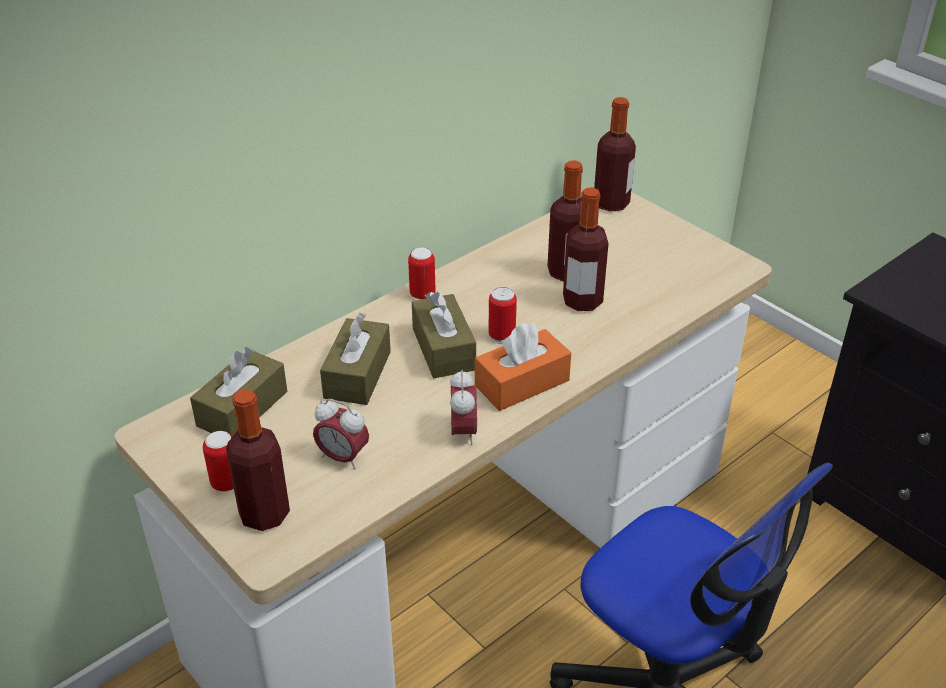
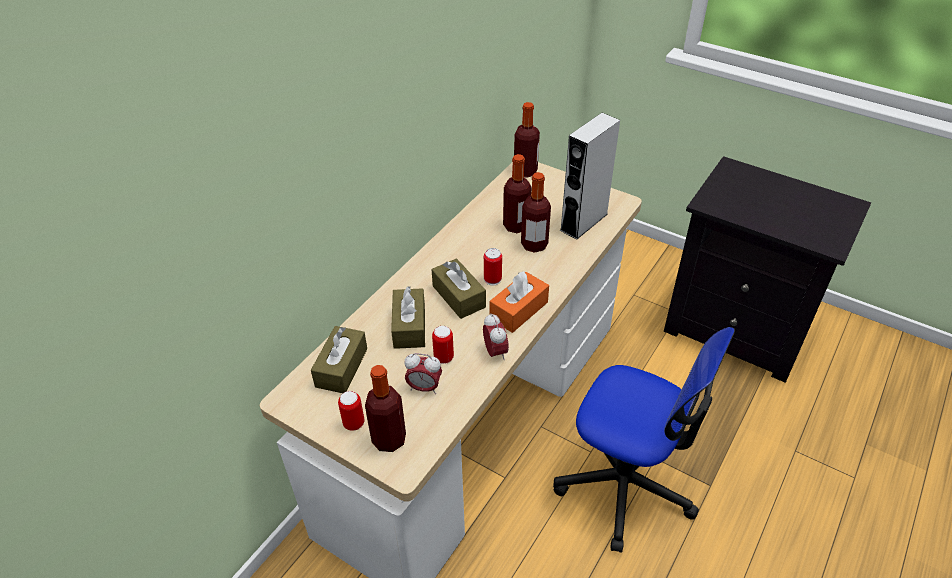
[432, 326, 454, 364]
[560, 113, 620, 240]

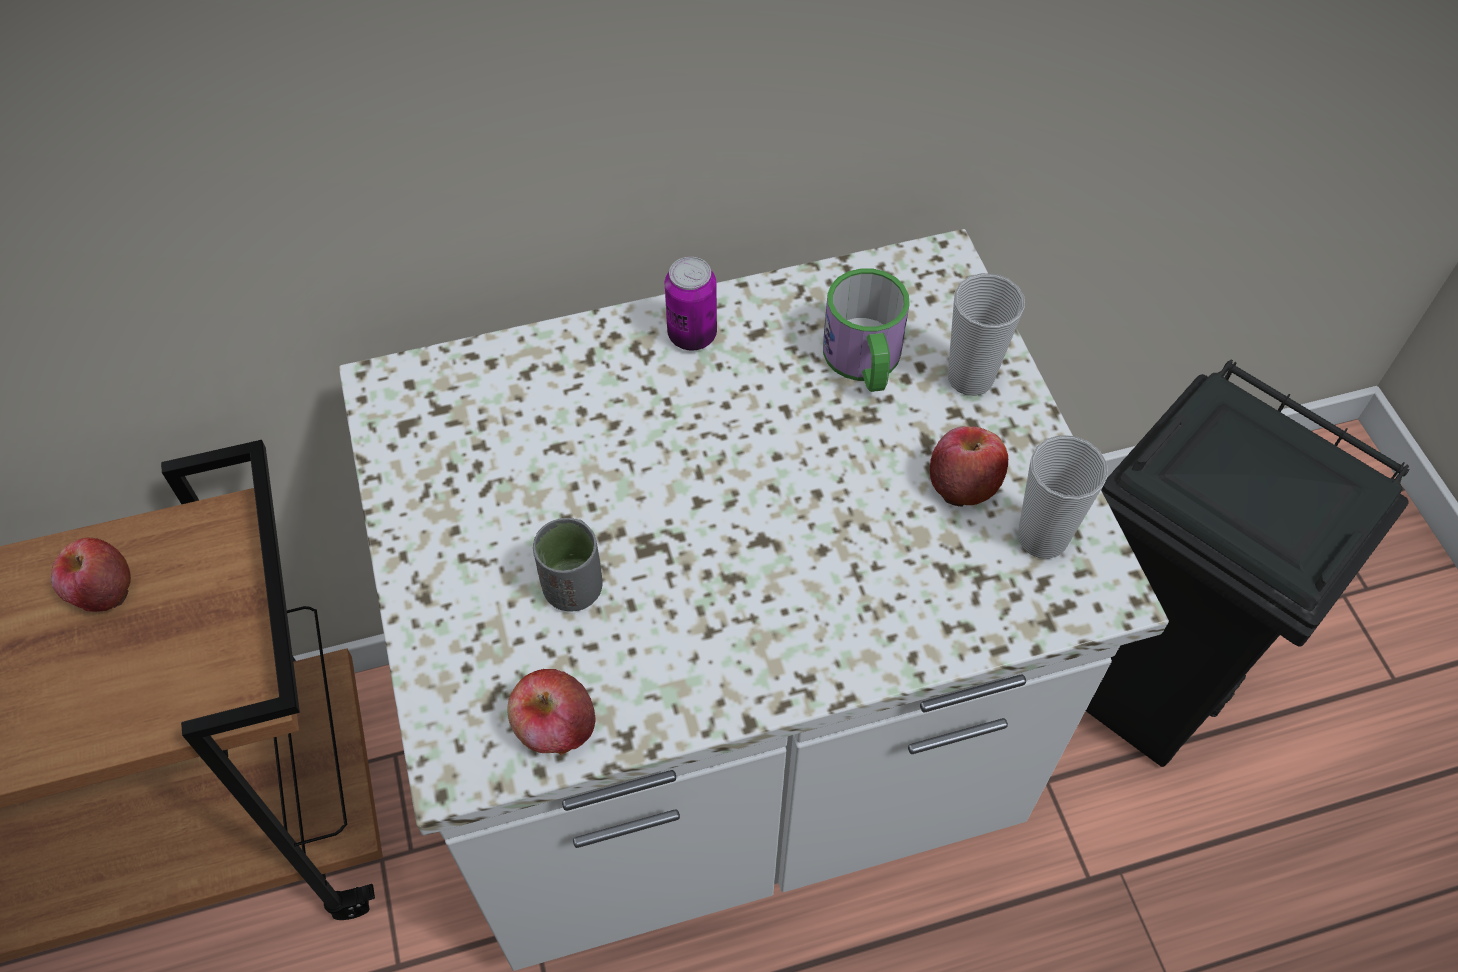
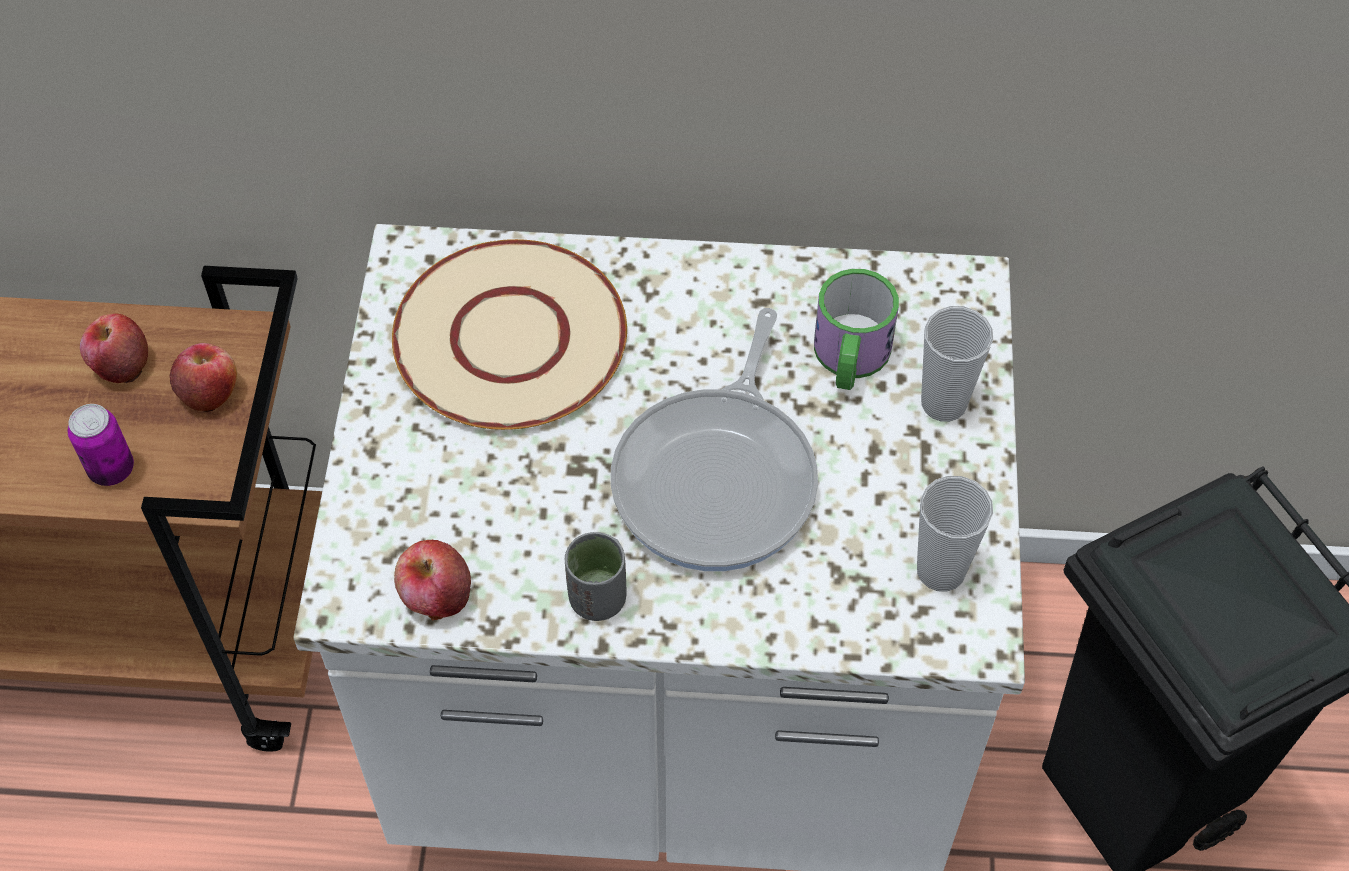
[565, 532, 627, 621]
[68, 404, 134, 486]
[170, 343, 237, 412]
[392, 239, 627, 430]
[610, 308, 818, 571]

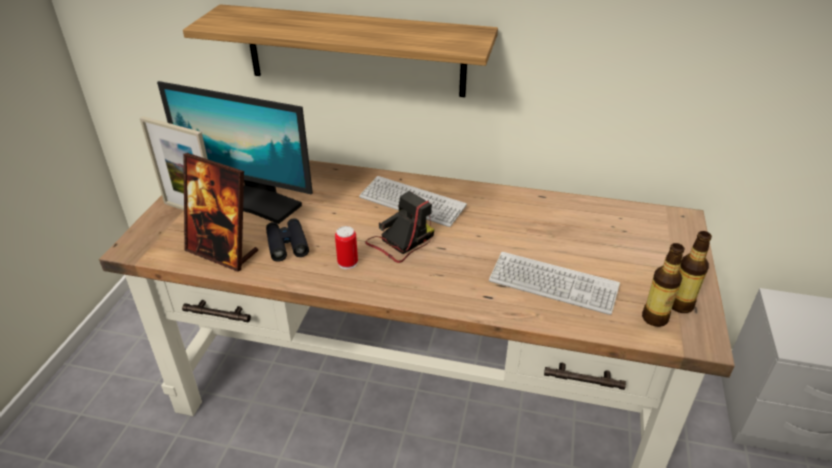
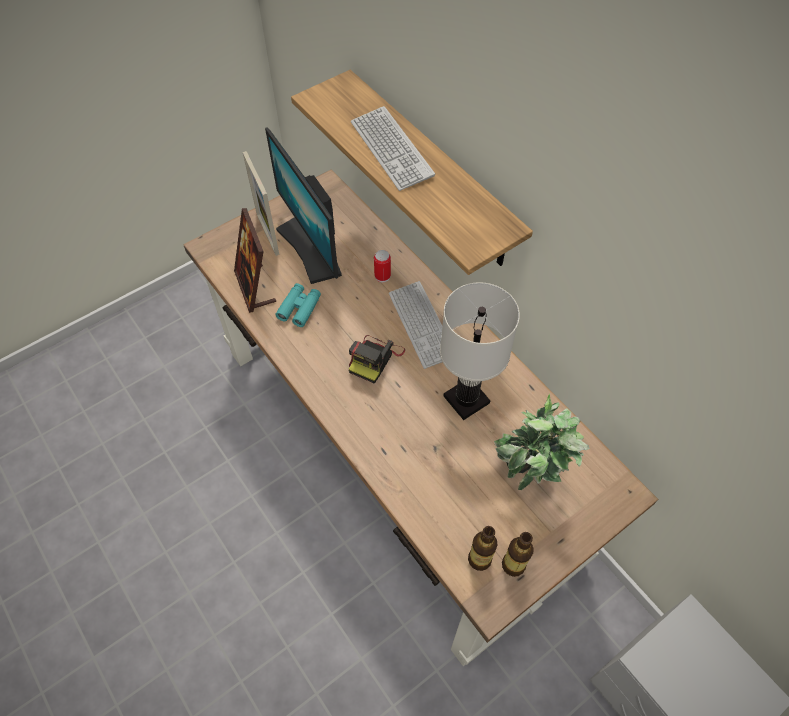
[275, 283, 321, 327]
[374, 250, 391, 282]
[349, 335, 405, 384]
[351, 106, 435, 191]
[440, 282, 520, 420]
[494, 394, 590, 490]

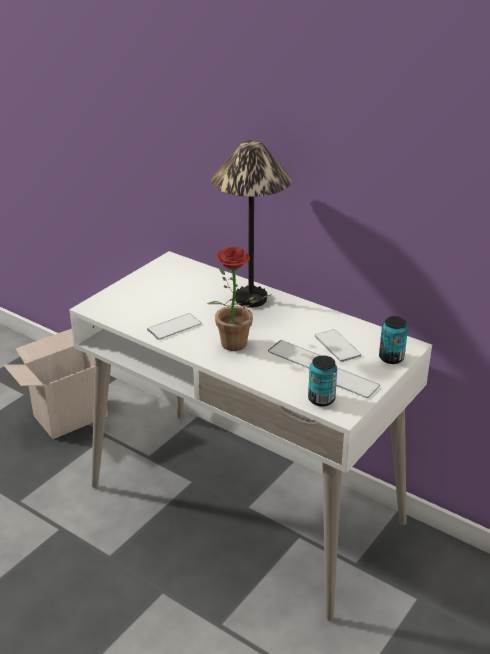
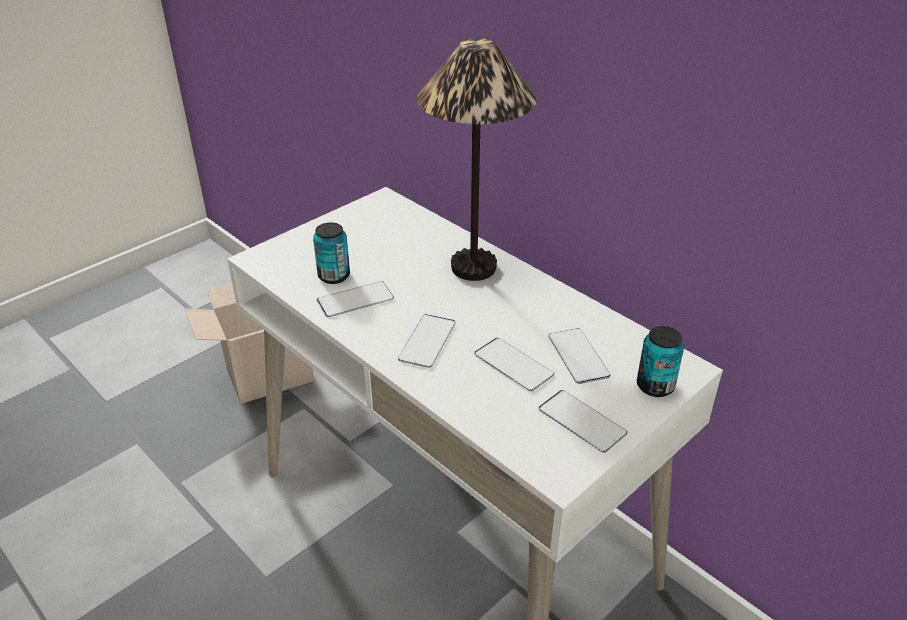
[398, 314, 456, 368]
[313, 222, 350, 284]

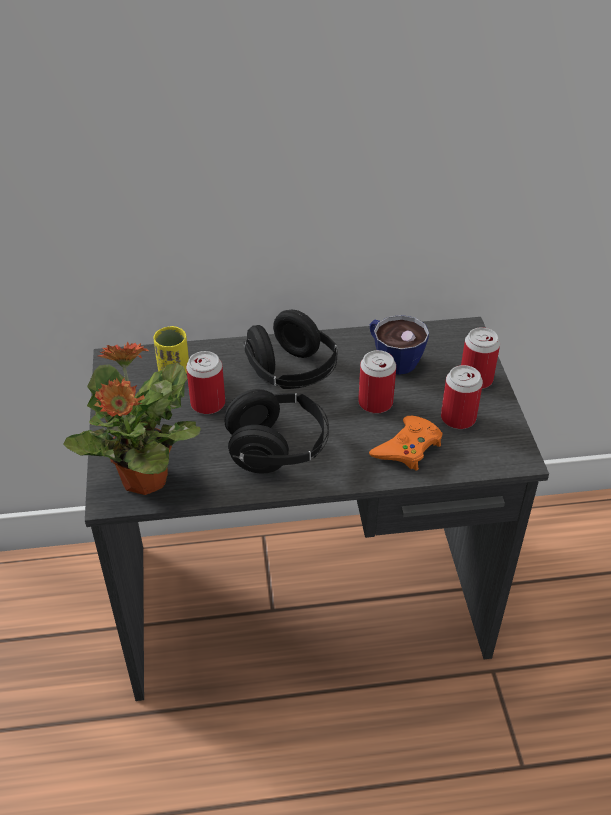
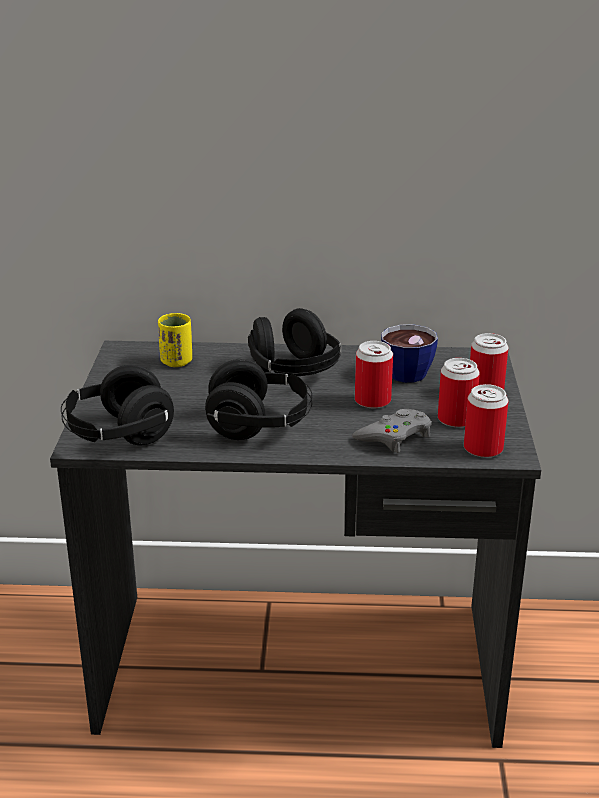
[61, 365, 174, 445]
[464, 384, 508, 457]
[352, 409, 432, 453]

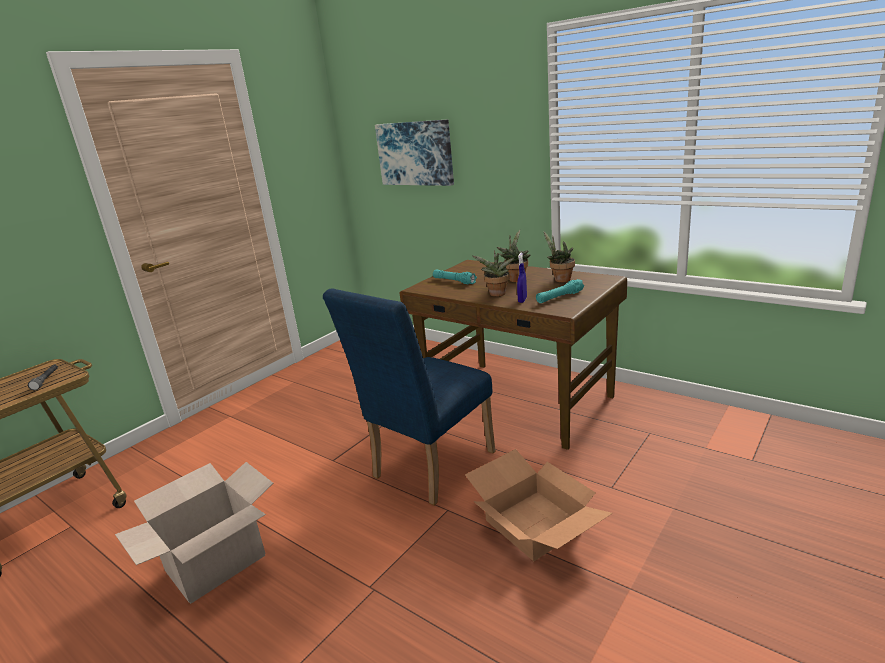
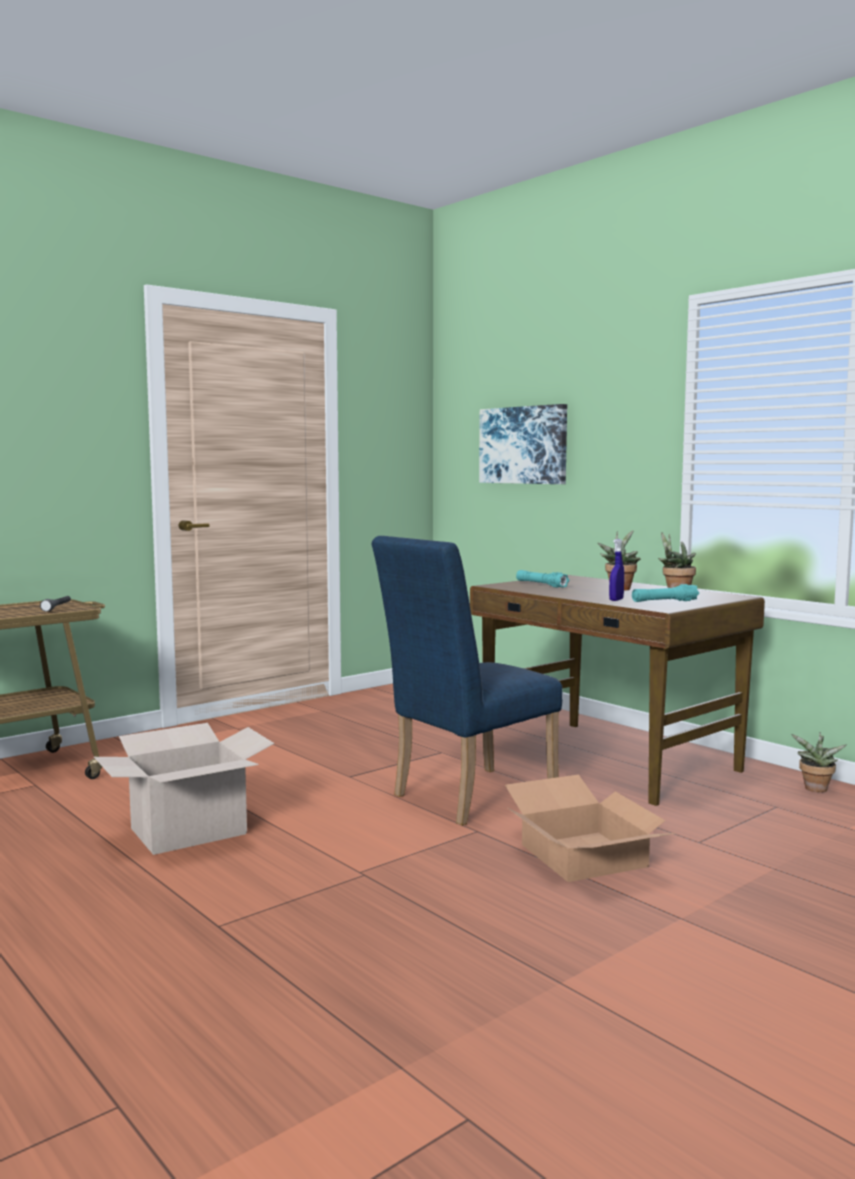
[791, 732, 846, 792]

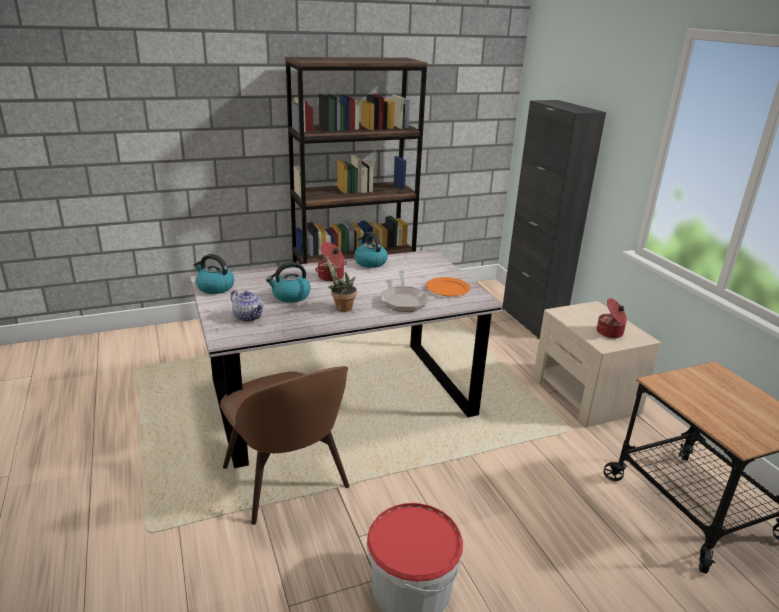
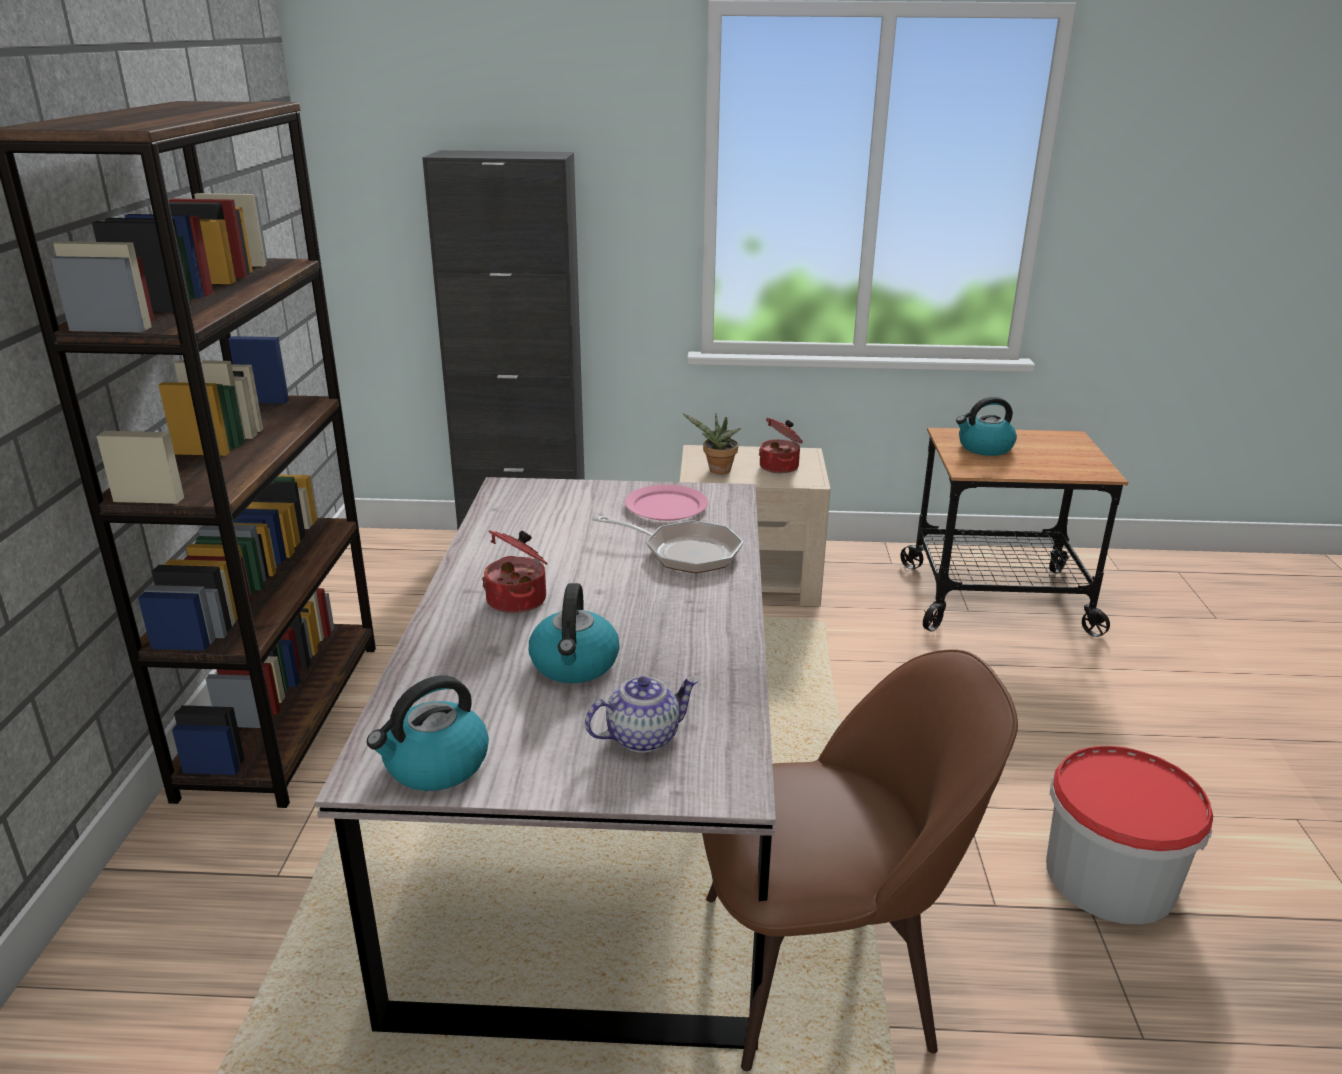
[683, 413, 741, 474]
[956, 397, 1017, 456]
[625, 485, 708, 521]

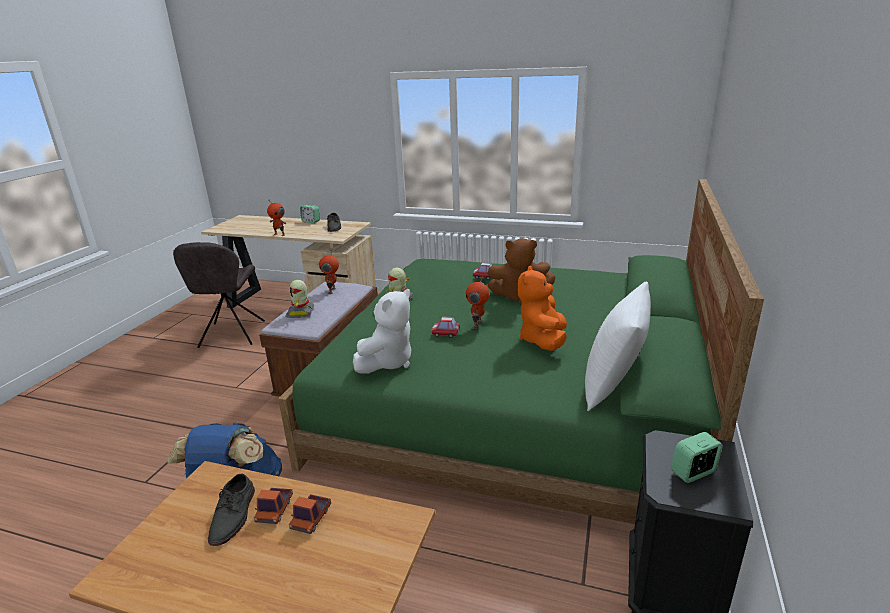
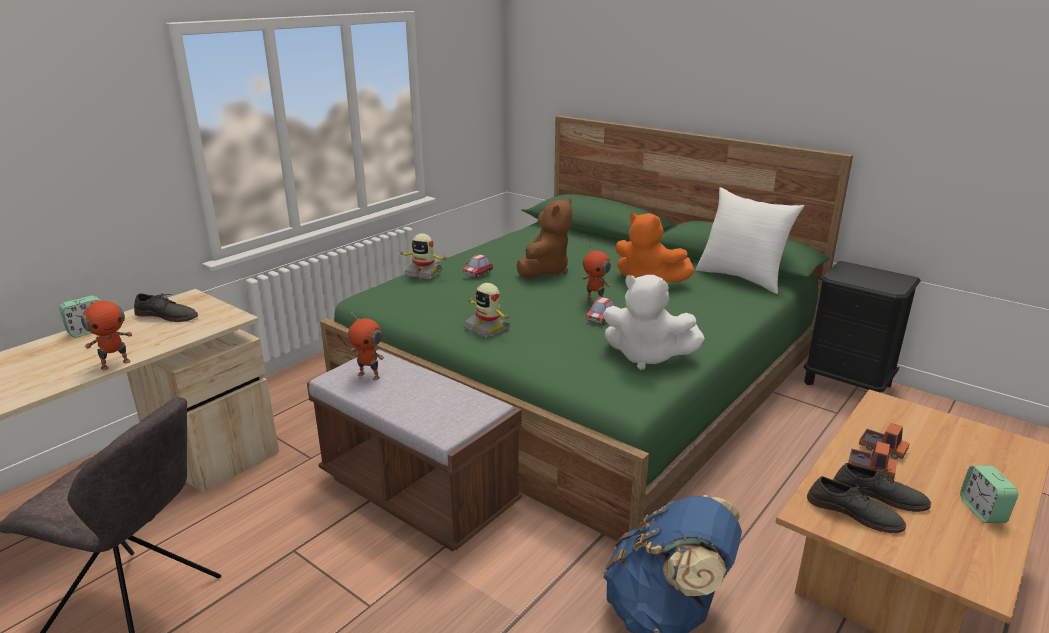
[399, 233, 449, 279]
[603, 275, 705, 370]
[960, 465, 1018, 523]
[807, 476, 906, 533]

